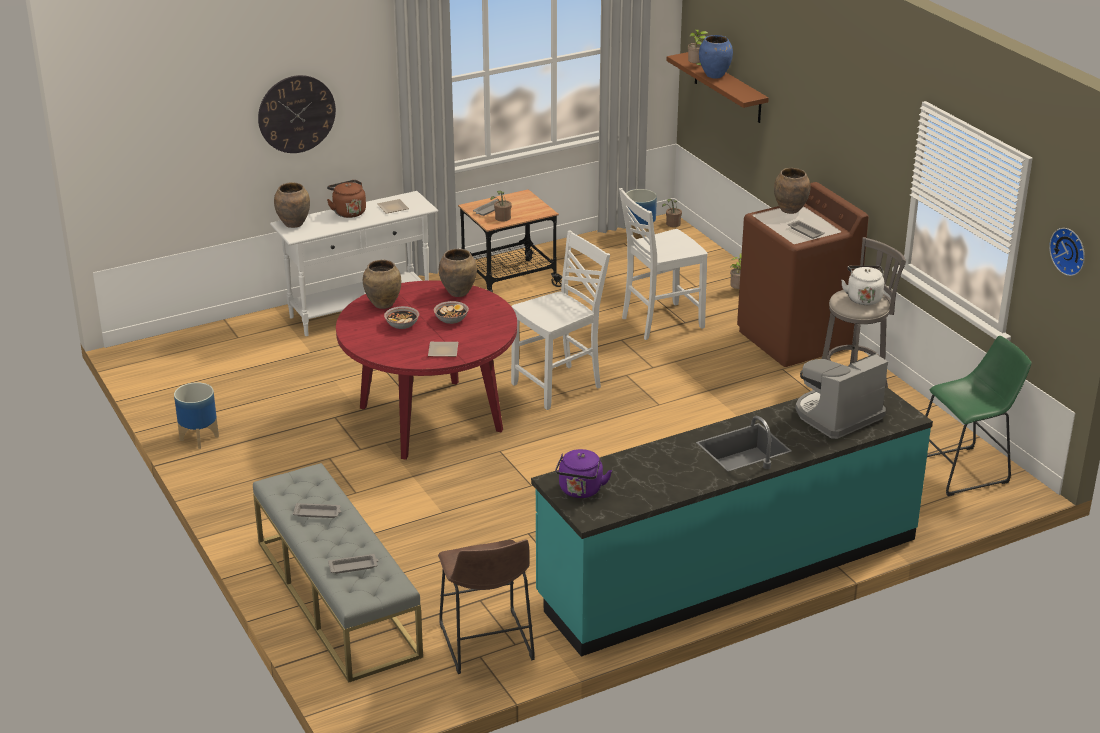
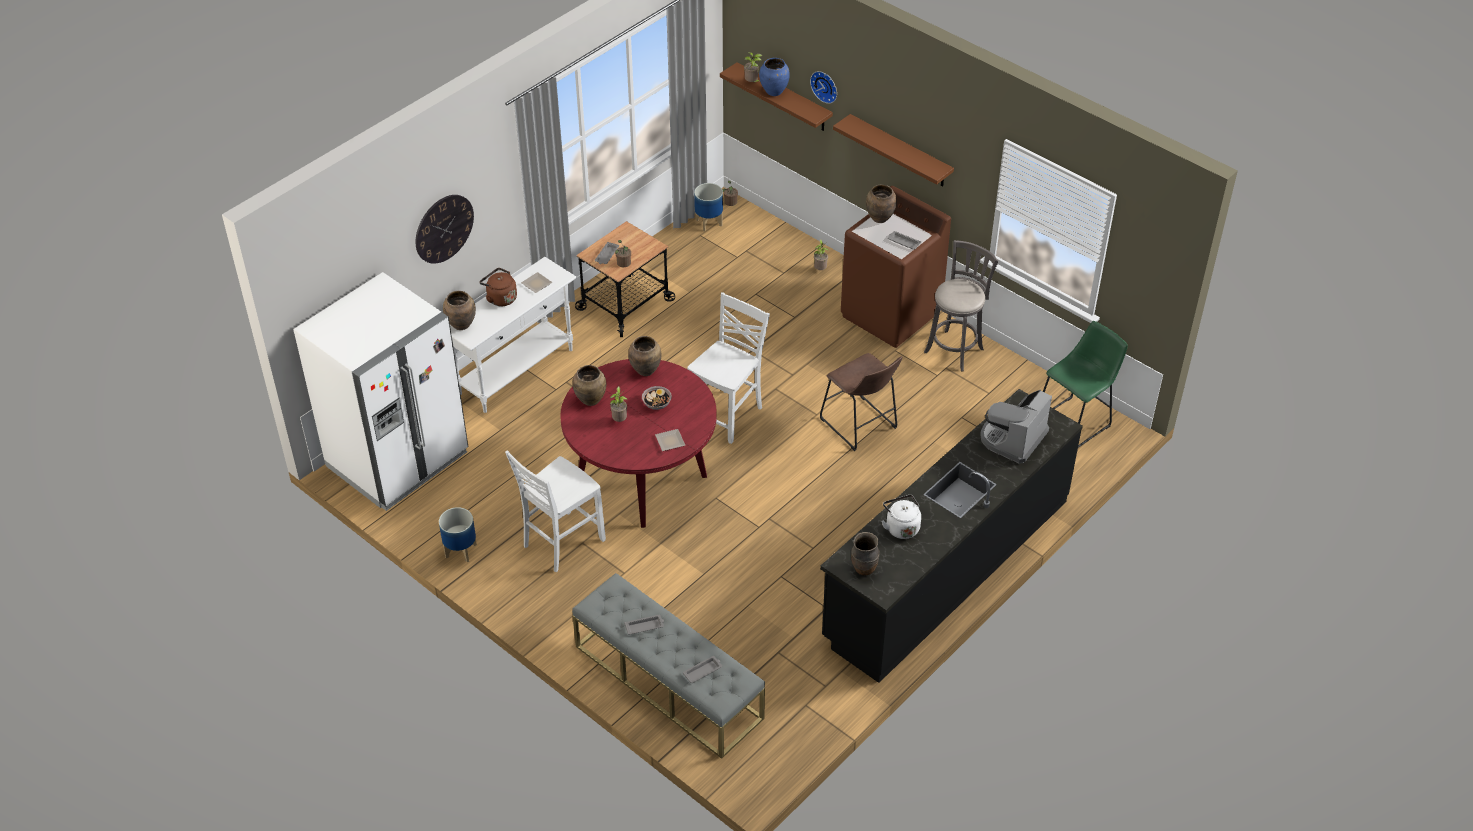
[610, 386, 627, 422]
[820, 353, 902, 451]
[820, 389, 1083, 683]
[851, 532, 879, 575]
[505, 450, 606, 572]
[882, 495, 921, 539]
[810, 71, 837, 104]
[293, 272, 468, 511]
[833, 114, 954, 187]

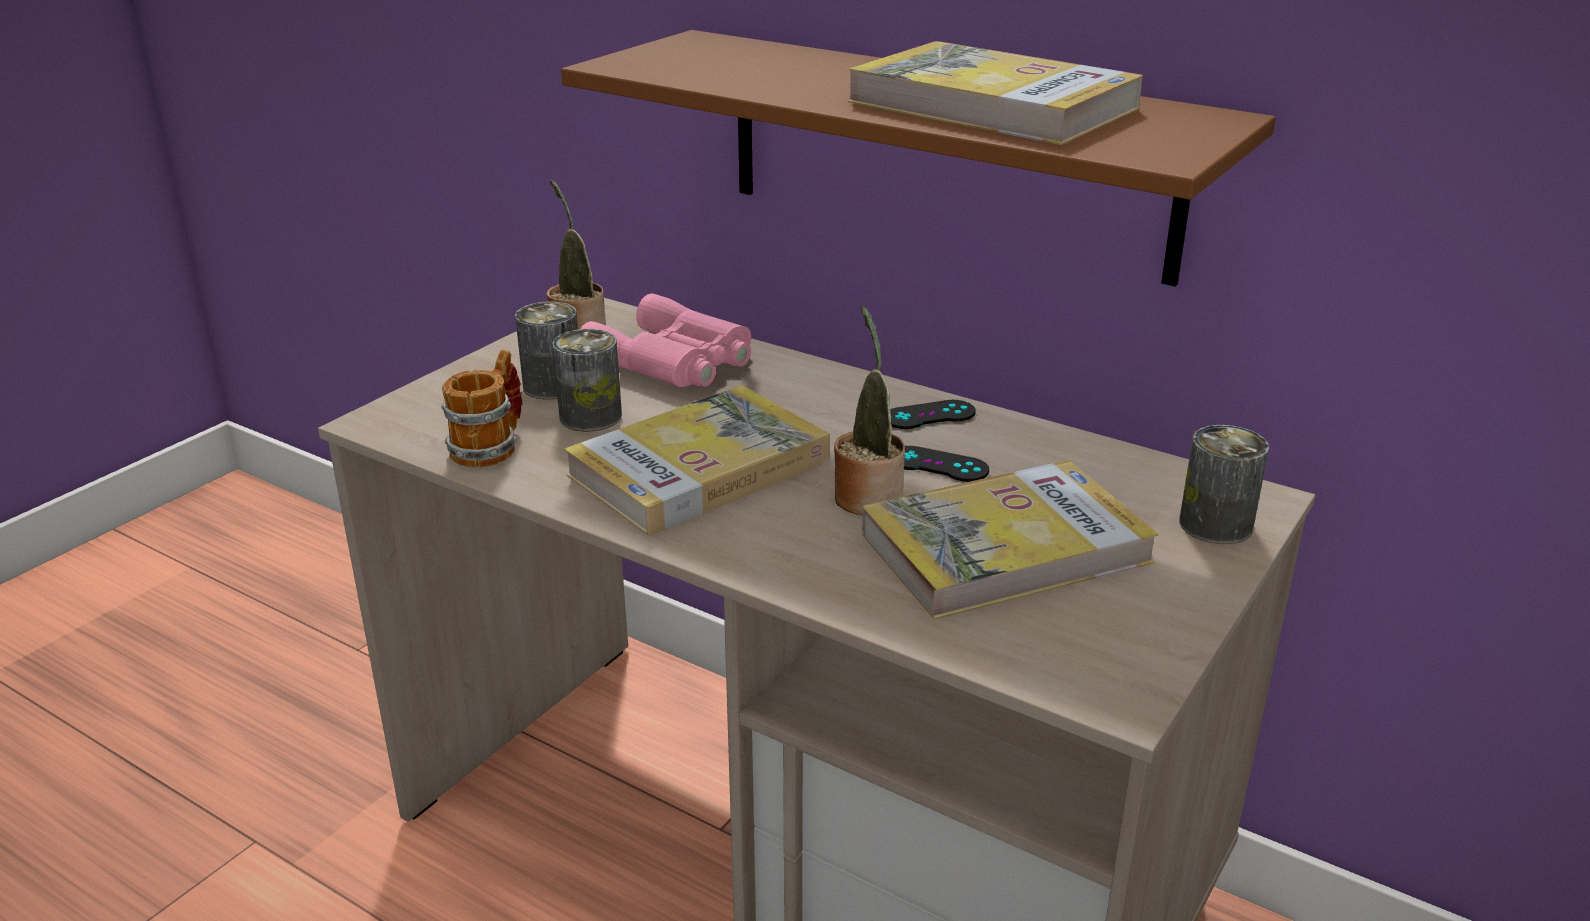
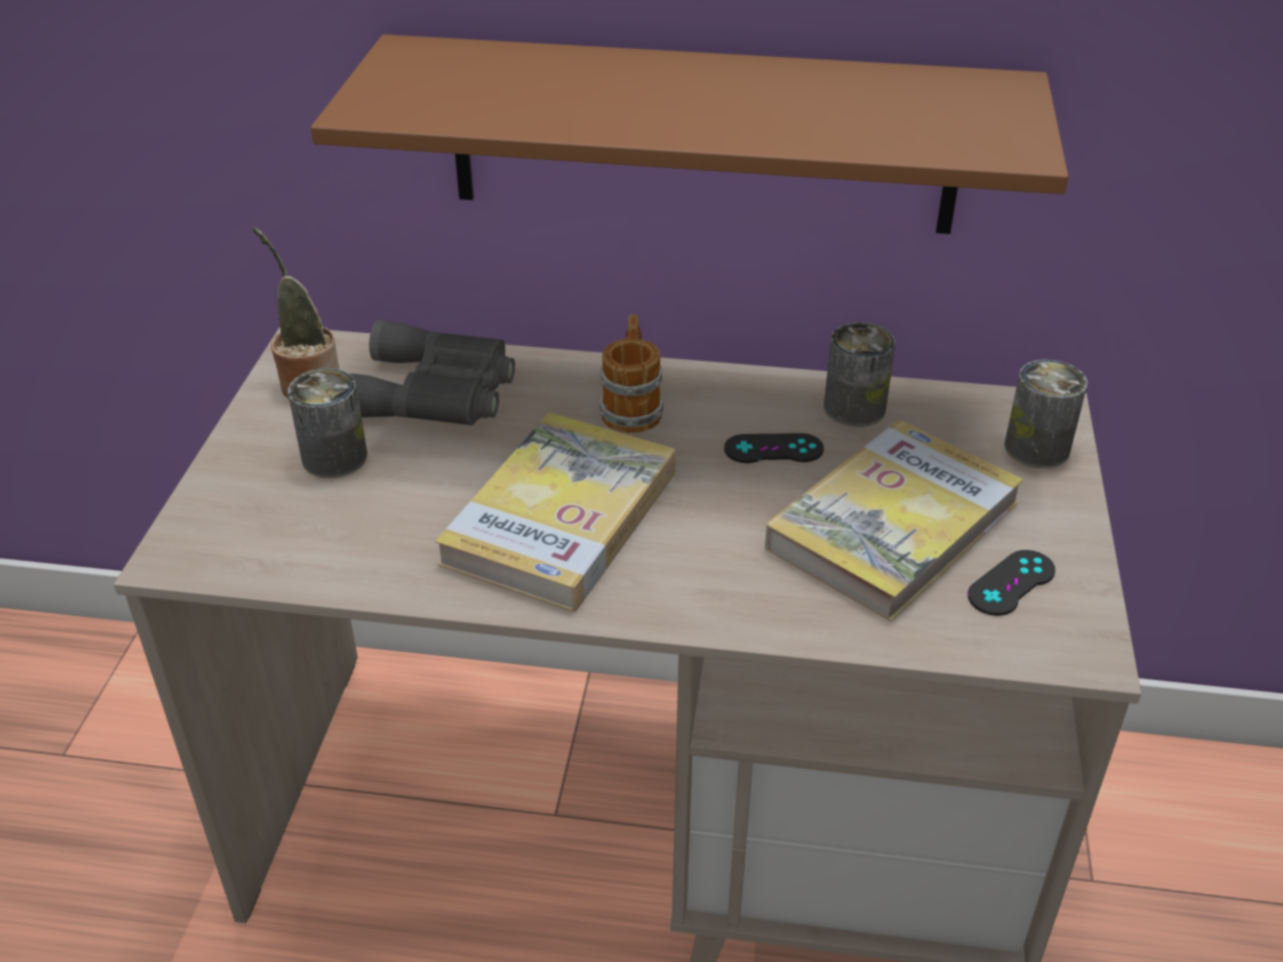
[600, 315, 663, 433]
[824, 322, 896, 427]
[349, 320, 515, 425]
[834, 305, 905, 515] (first image)
[848, 41, 1143, 145] (first image)
[967, 550, 1056, 616]

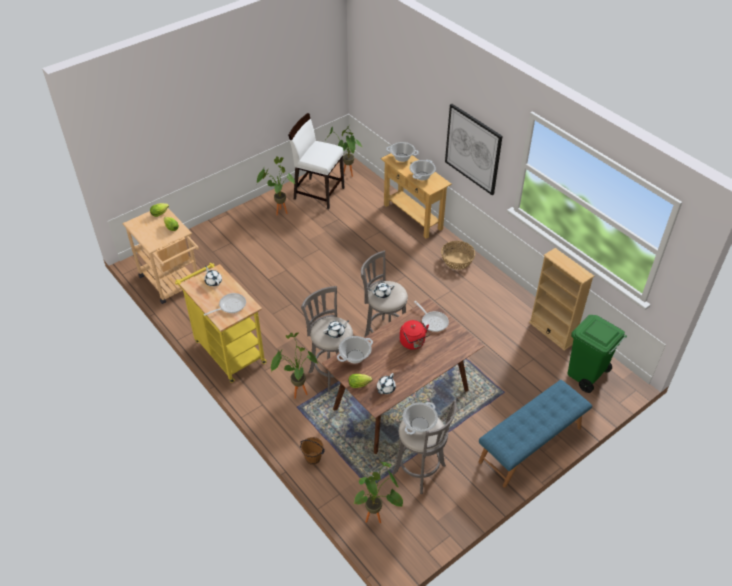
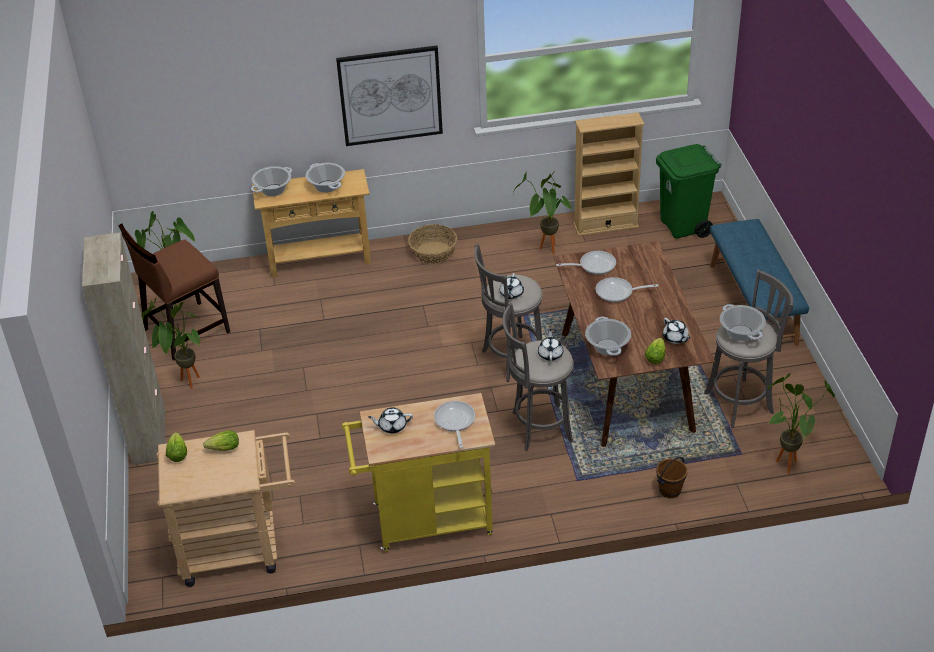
[513, 171, 571, 255]
[118, 223, 230, 360]
[595, 277, 658, 302]
[82, 232, 166, 465]

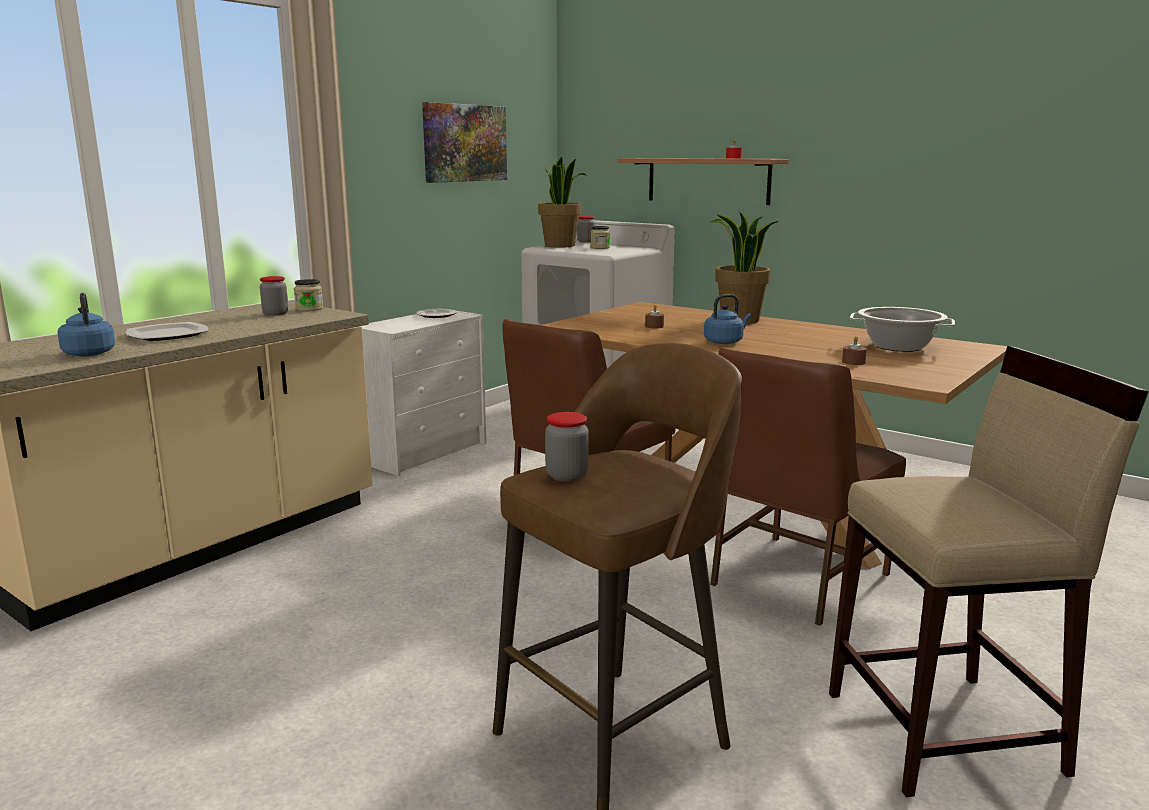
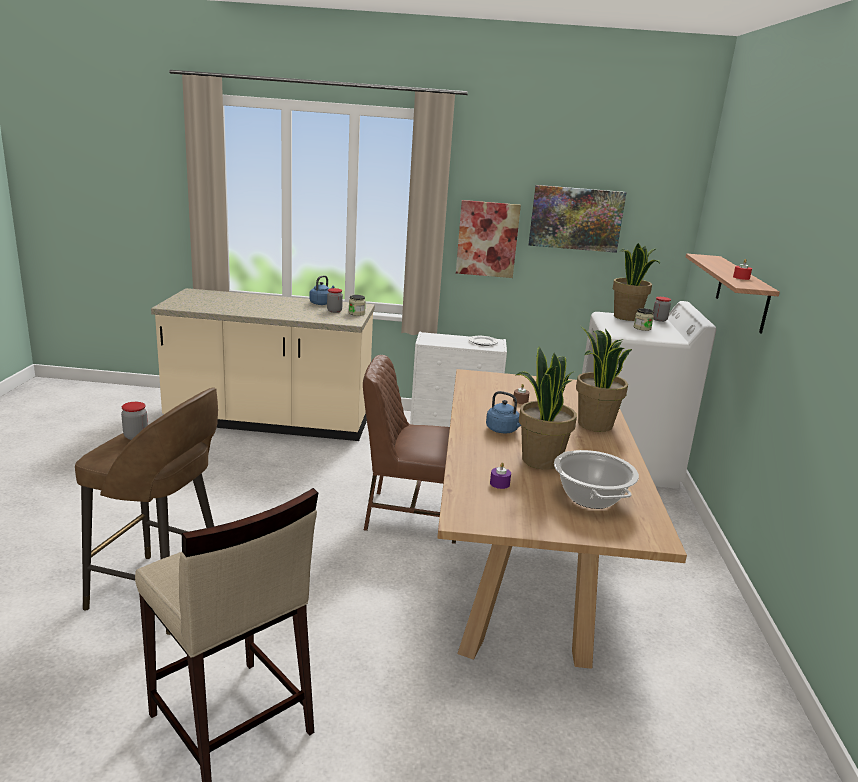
[309, 275, 334, 305]
[125, 322, 208, 341] (first image)
[710, 347, 906, 626] (first image)
[490, 462, 511, 489]
[456, 200, 521, 278]
[516, 346, 577, 470]

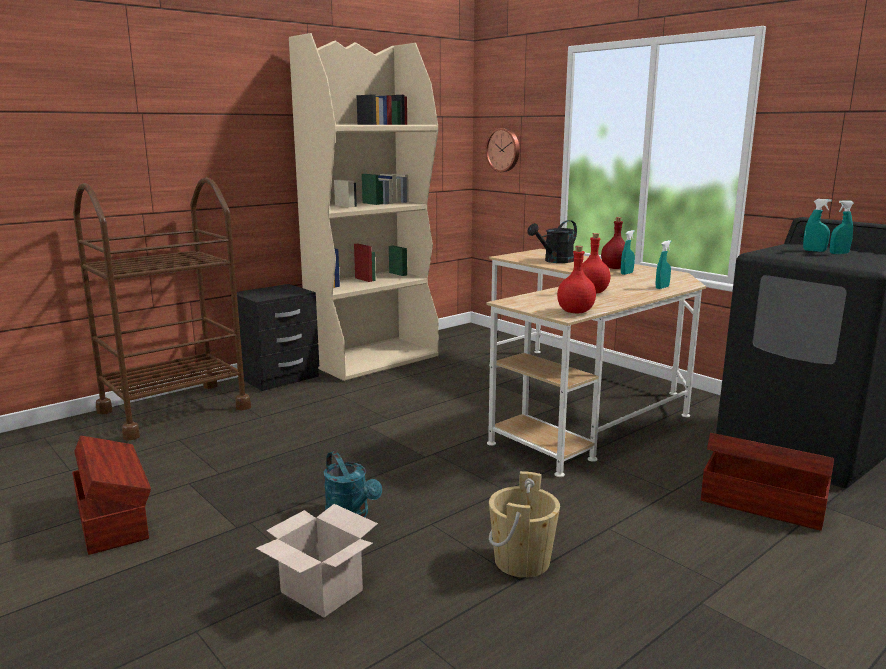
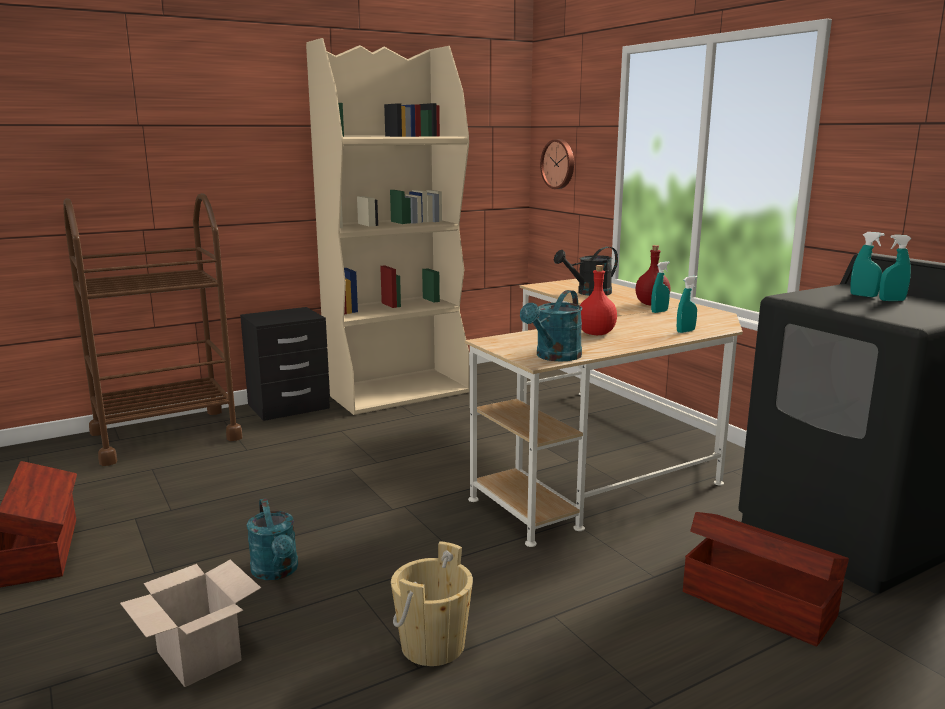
[520, 290, 582, 361]

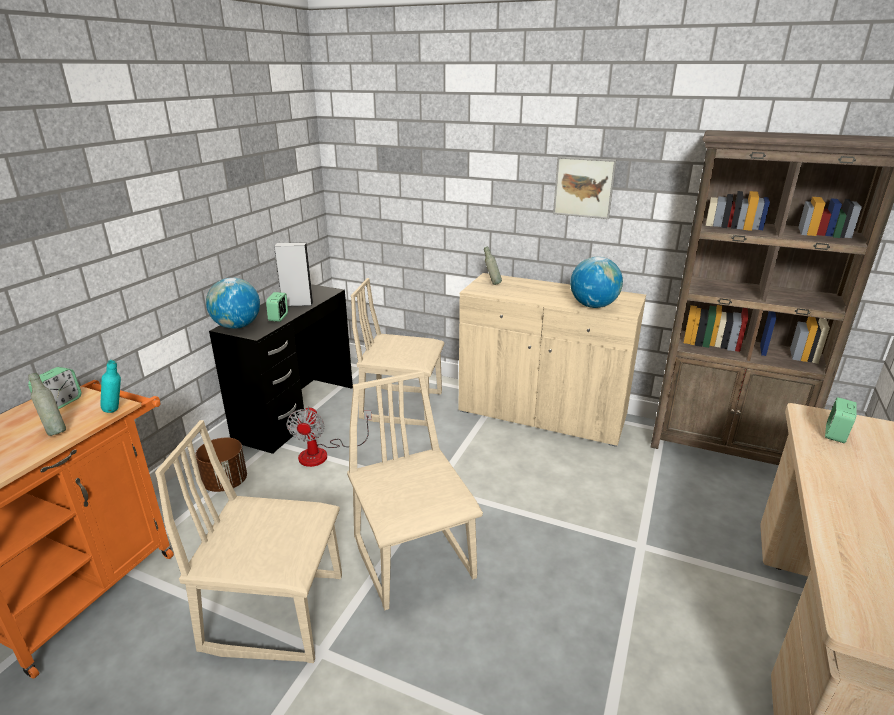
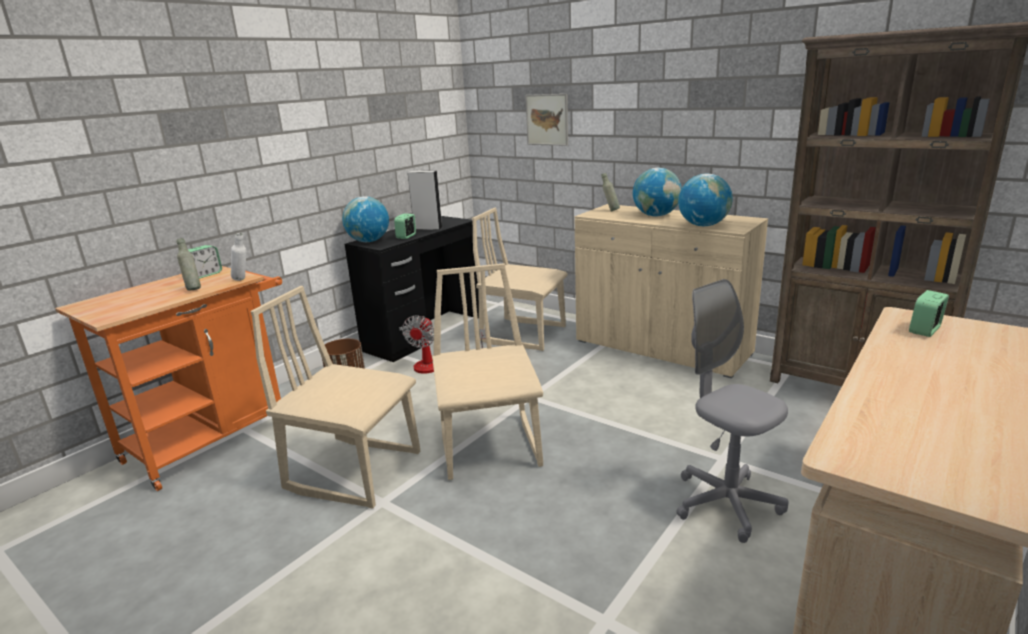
[231, 233, 246, 281]
[525, 94, 568, 146]
[633, 168, 682, 216]
[676, 279, 788, 543]

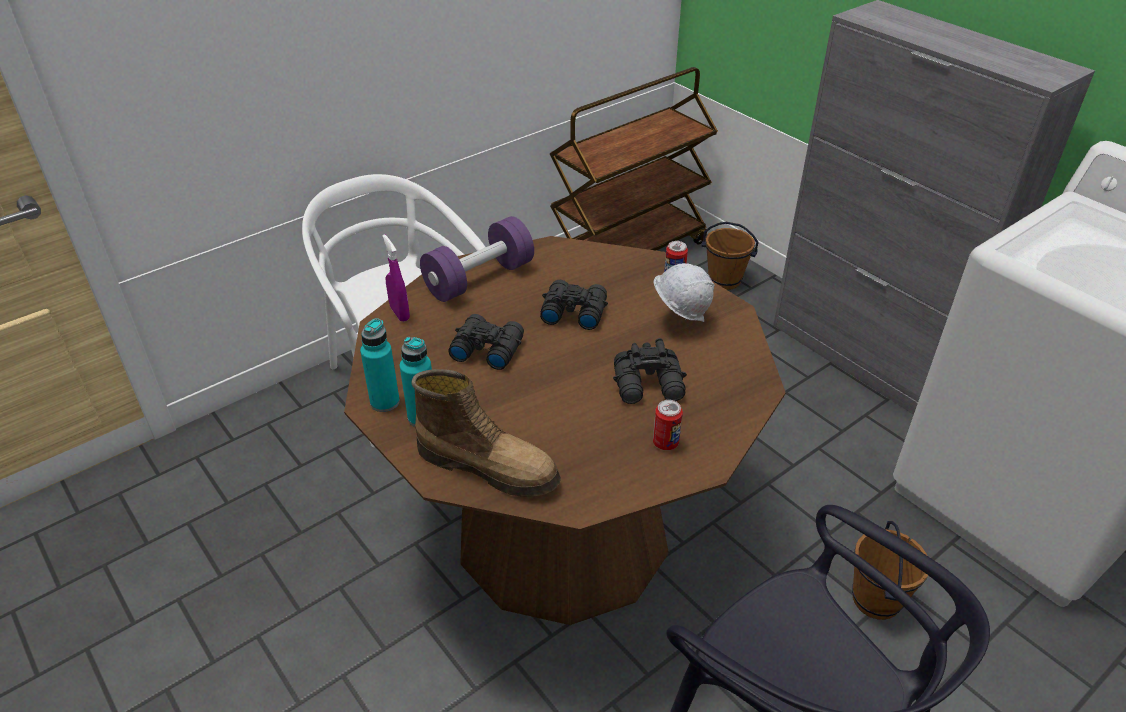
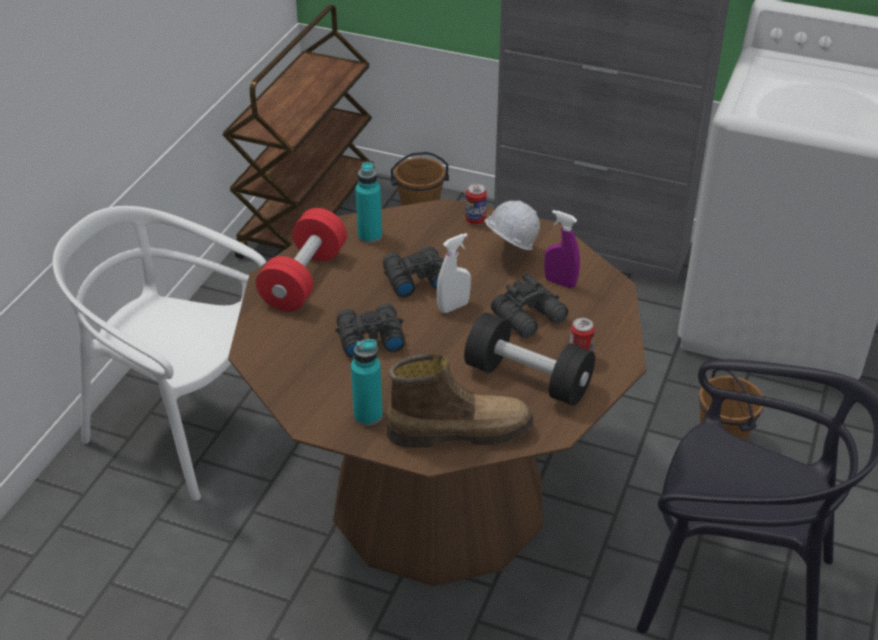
[355, 162, 382, 243]
[544, 210, 580, 288]
[256, 208, 347, 312]
[437, 233, 471, 313]
[464, 313, 595, 406]

